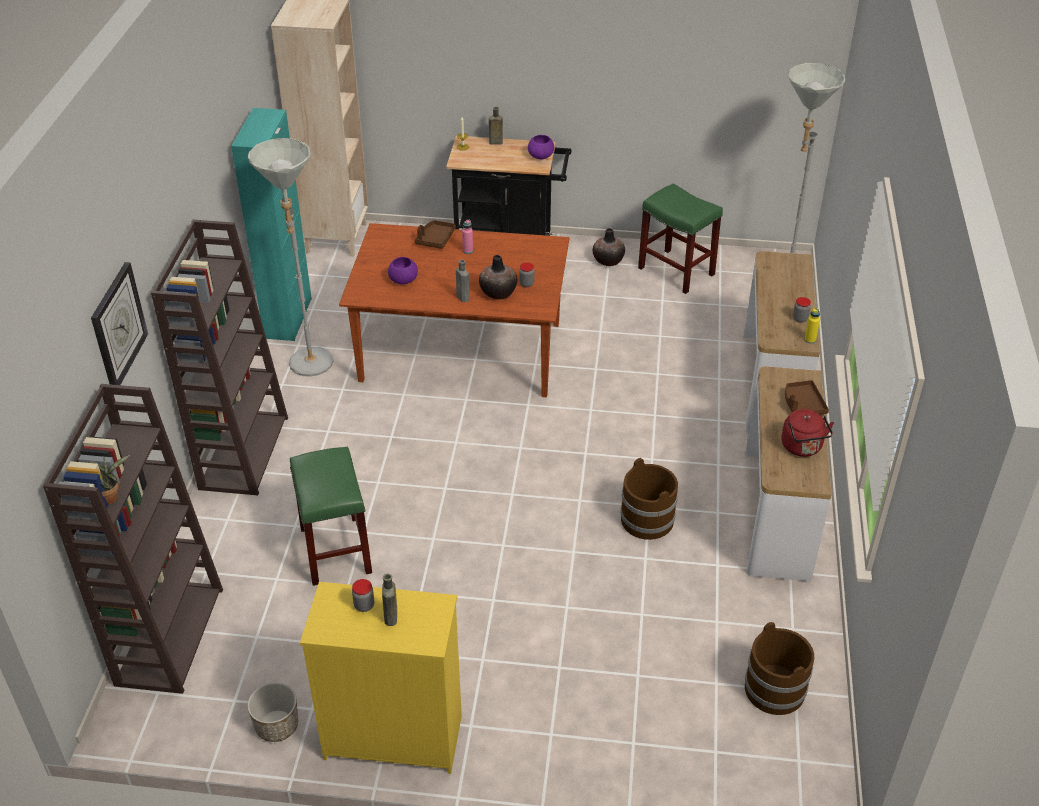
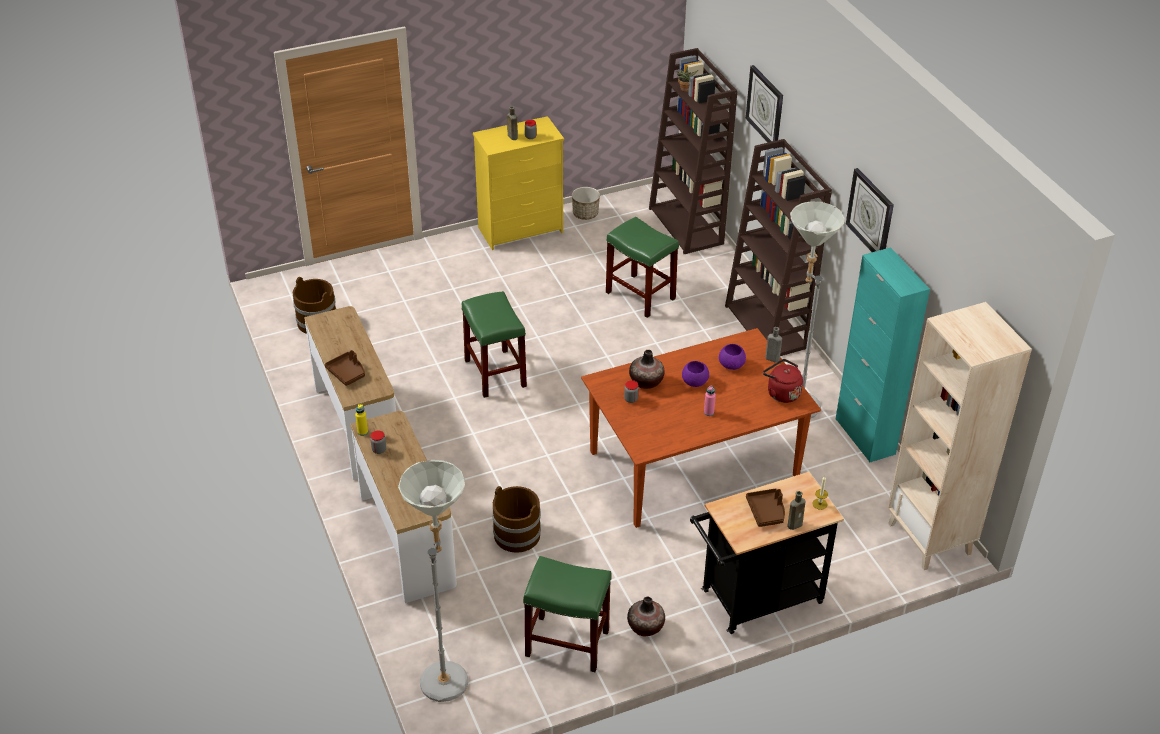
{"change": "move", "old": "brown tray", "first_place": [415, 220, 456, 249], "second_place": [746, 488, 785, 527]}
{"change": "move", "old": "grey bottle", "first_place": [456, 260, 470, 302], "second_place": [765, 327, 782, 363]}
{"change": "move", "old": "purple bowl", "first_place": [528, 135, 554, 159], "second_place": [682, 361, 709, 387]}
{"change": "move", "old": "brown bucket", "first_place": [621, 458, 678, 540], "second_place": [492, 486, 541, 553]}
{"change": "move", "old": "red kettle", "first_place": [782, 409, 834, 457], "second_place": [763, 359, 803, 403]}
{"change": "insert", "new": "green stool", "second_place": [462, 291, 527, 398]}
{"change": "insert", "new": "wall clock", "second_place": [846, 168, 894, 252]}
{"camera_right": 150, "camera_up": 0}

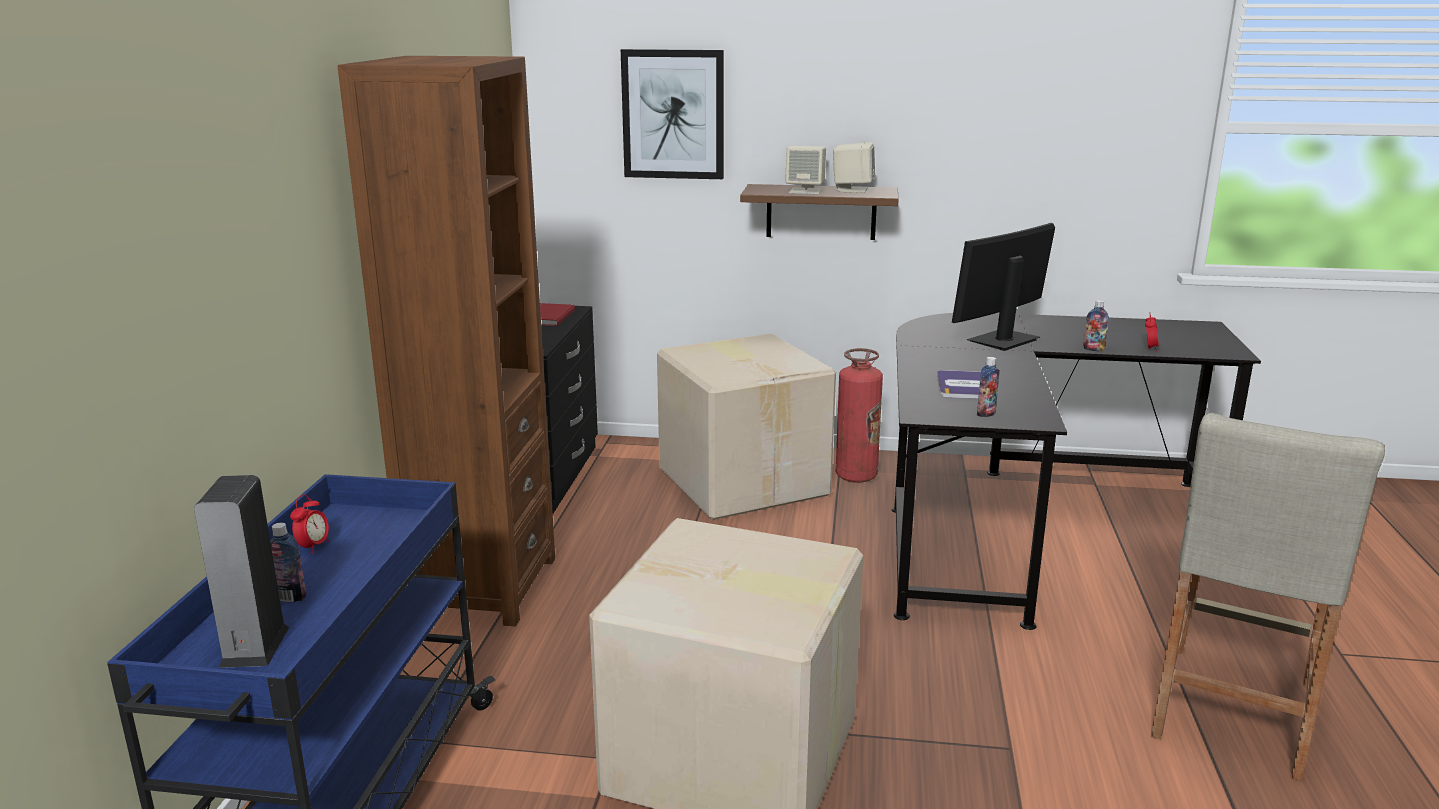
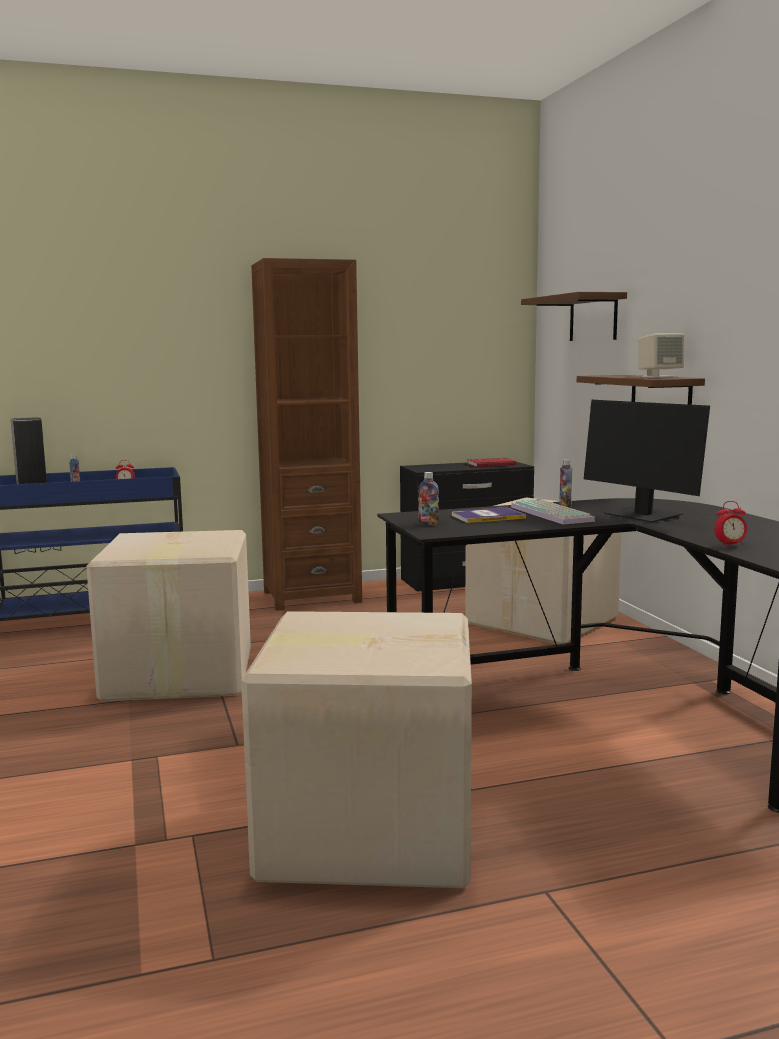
{"change": "replace", "old": "picture", "new": "brown shelf", "first_place": [621, 49, 724, 179], "second_place": [521, 292, 627, 341]}
{"change": "delete", "old": "beige speaker", "first_place": [785, 146, 826, 194]}
{"change": "delete", "old": "fire extinguisher", "first_place": [836, 348, 883, 483]}
{"change": "rotate", "old": "monitor", "first_place": [952, 223, 1055, 351], "second_place": [584, 400, 710, 523], "degrees": -150}
{"change": "move", "old": "bottle", "first_place": [1083, 300, 1109, 351], "second_place": [559, 459, 572, 508]}
{"change": "replace", "old": "beige stool", "new": "cardboard box", "first_place": [1151, 413, 1385, 782], "second_place": [241, 611, 472, 888]}
{"change": "insert", "new": "keyboard", "second_place": [511, 499, 595, 525]}
{"camera_right": 65, "camera_up": -10}

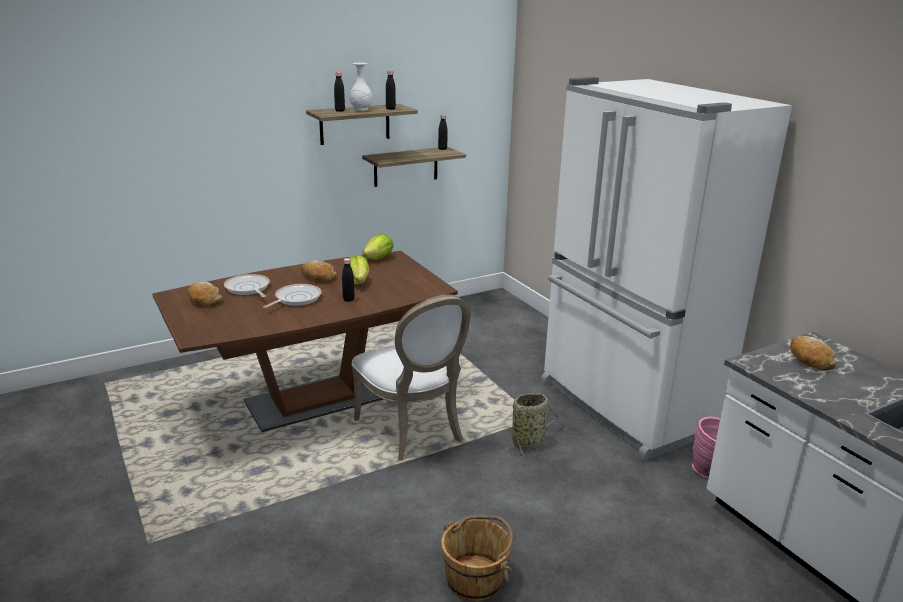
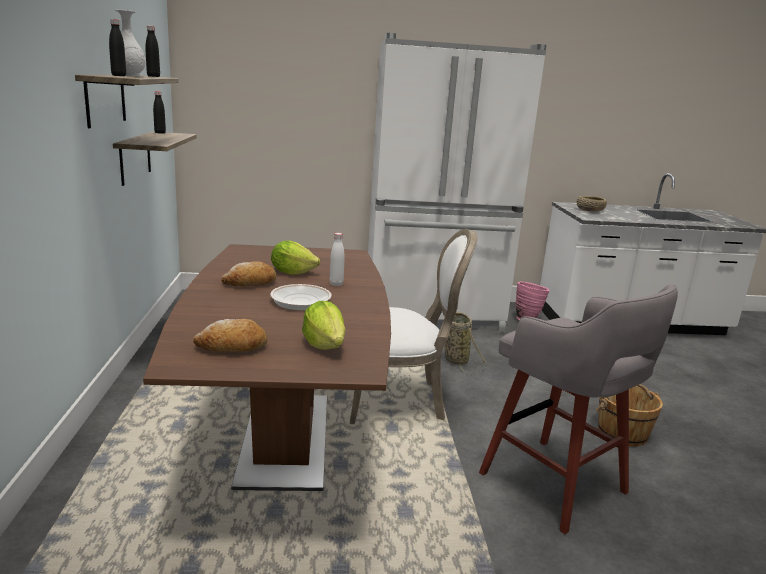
{"change": "delete", "old": "frying pan", "first_place": [224, 274, 270, 298]}
{"change": "recolor", "old": "black bottle", "new": "white bottle", "first_place": [342, 258, 355, 302], "second_place": [330, 233, 345, 286]}
{"change": "move", "old": "lettuce", "first_place": [362, 234, 393, 259], "second_place": [302, 301, 346, 350]}
{"change": "replace", "old": "bread", "new": "beige bowl", "first_place": [790, 336, 837, 371], "second_place": [576, 196, 607, 211]}
{"change": "insert", "new": "grey stool", "second_place": [479, 284, 678, 534]}
{"camera_right": -65, "camera_up": -5}

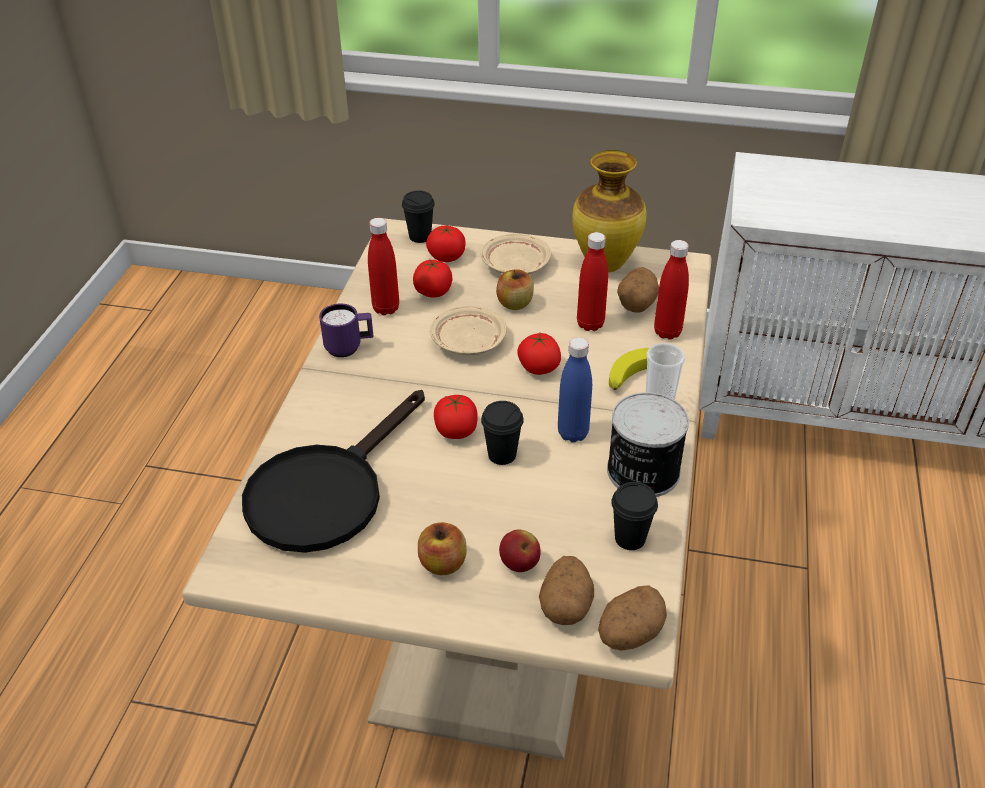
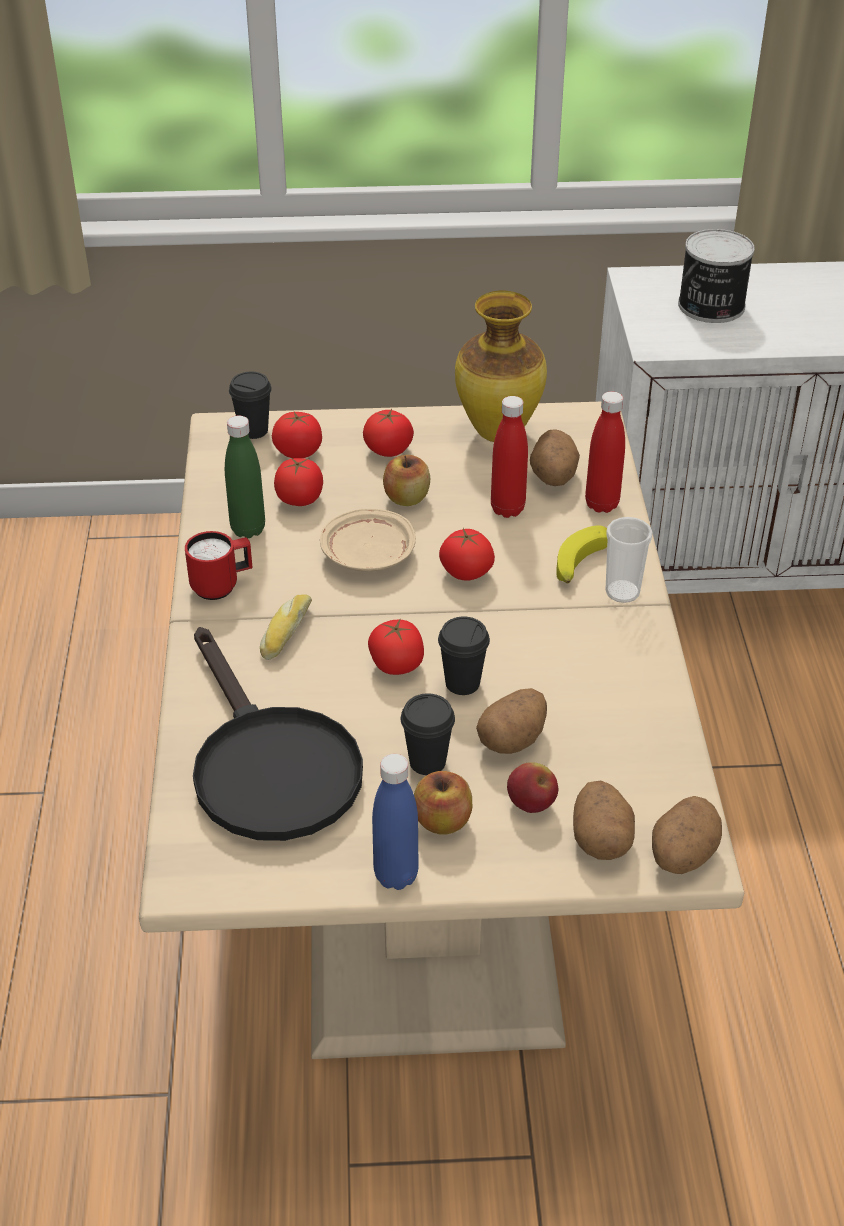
{"change": "rotate", "old": "black frying pan", "first_place": [242, 390, 425, 553], "second_place": [193, 627, 363, 841], "degrees": -45}
{"change": "recolor", "old": "purple mug", "new": "red mug", "first_place": [319, 303, 373, 357], "second_place": [185, 531, 253, 600]}
{"change": "recolor", "old": "red bottle", "new": "green bottle", "first_place": [368, 218, 399, 315], "second_place": [225, 416, 265, 538]}
{"change": "replace", "old": "beige plate", "new": "tomato", "first_place": [481, 234, 551, 274], "second_place": [363, 409, 414, 457]}
{"change": "move", "old": "blue bottle", "first_place": [558, 337, 592, 443], "second_place": [372, 754, 419, 890]}
{"change": "move", "old": "can", "first_place": [607, 392, 689, 497], "second_place": [678, 229, 755, 323]}
{"change": "move", "old": "black cup", "first_place": [611, 482, 658, 550], "second_place": [401, 693, 455, 775]}
{"change": "insert", "new": "bread", "second_place": [260, 594, 312, 660]}
{"change": "insert", "new": "potato", "second_place": [476, 688, 547, 754]}
{"camera_right": -15, "camera_up": 0}

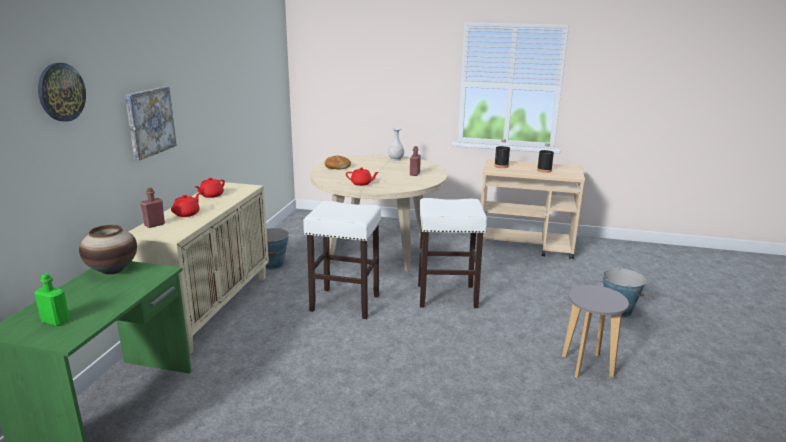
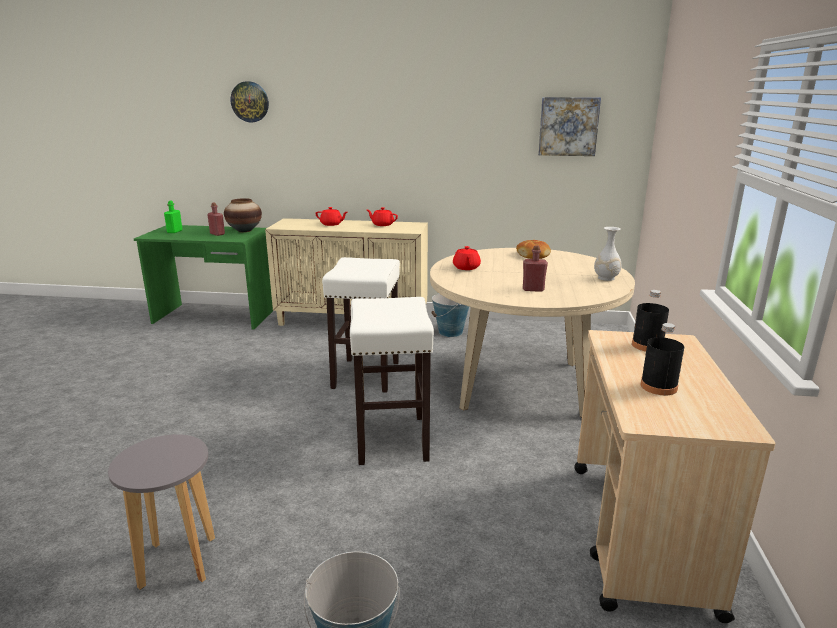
{"change": "move", "old": "picture", "first_place": [125, 86, 177, 161], "second_place": [538, 97, 601, 156]}
{"change": "move", "old": "red bottle", "first_place": [140, 188, 165, 228], "second_place": [207, 203, 225, 236]}
{"camera_right": 85, "camera_up": 0}

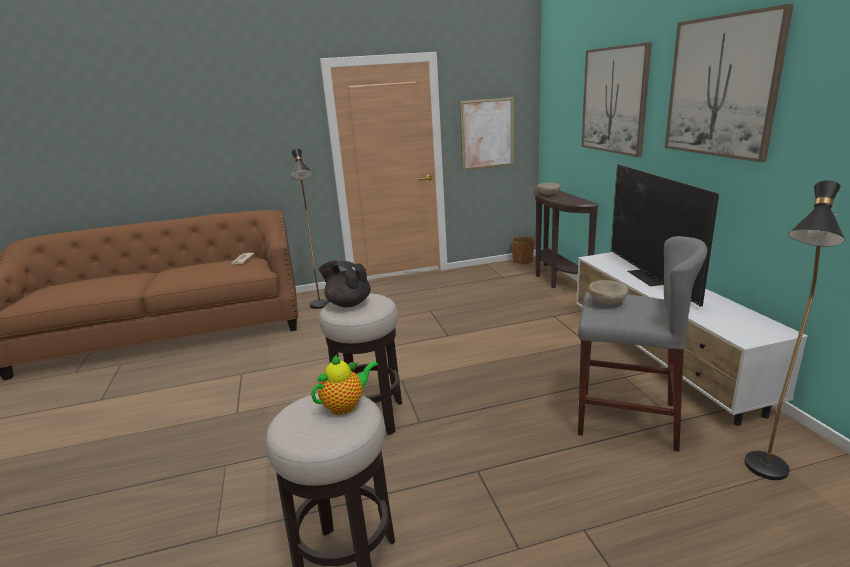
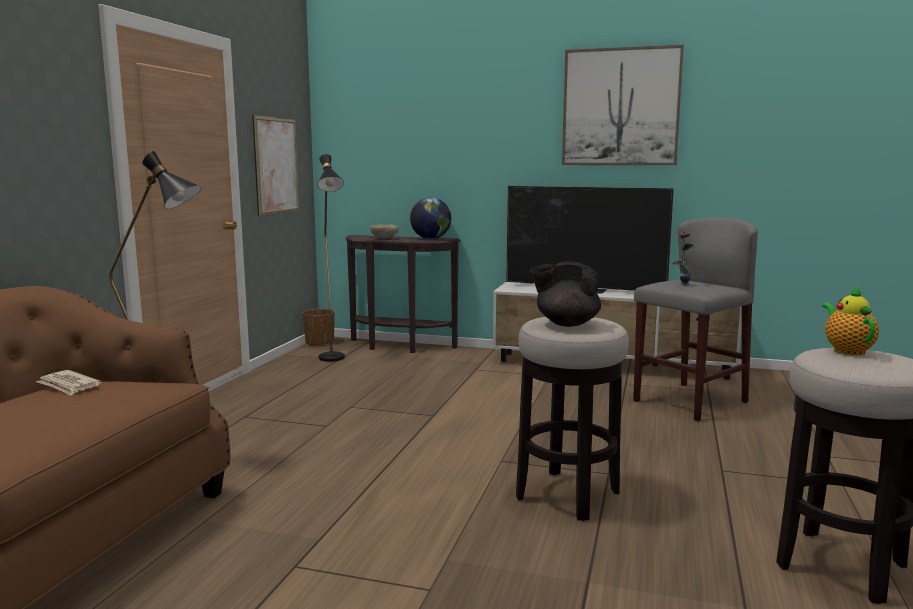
{"change": "rotate", "old": "black teapot", "first_place": [319, 261, 371, 307], "second_place": [530, 261, 601, 327], "degrees": 45}
{"change": "delete", "old": "picture", "first_place": [581, 42, 652, 157]}
{"change": "replace", "old": "beige bowl", "new": "vase", "first_place": [588, 280, 629, 305], "second_place": [673, 232, 694, 285]}
{"change": "move", "old": "black floor lamp", "first_place": [744, 180, 845, 480], "second_place": [317, 154, 345, 362]}
{"change": "insert", "new": "globe", "second_place": [410, 198, 451, 239]}
{"camera_right": -60, "camera_up": -10}

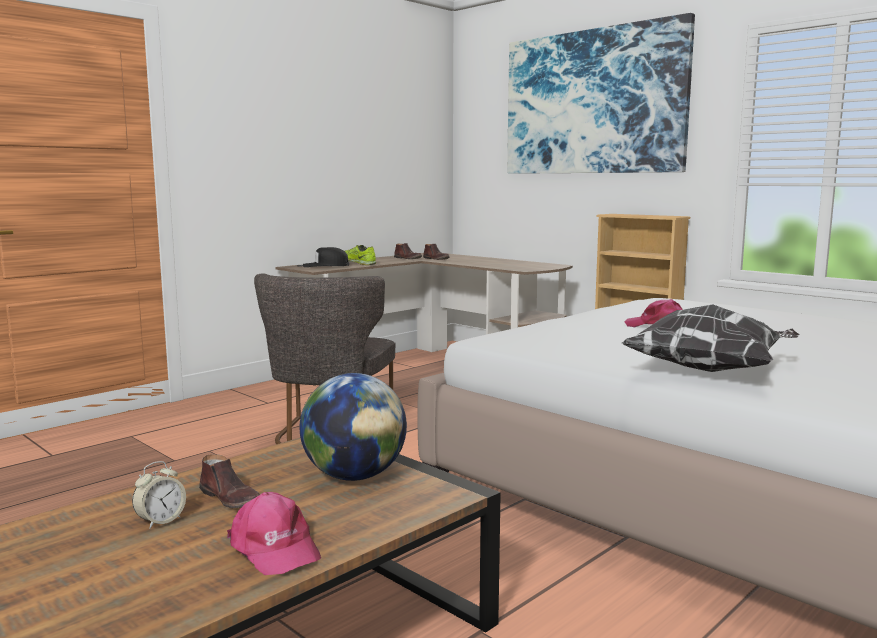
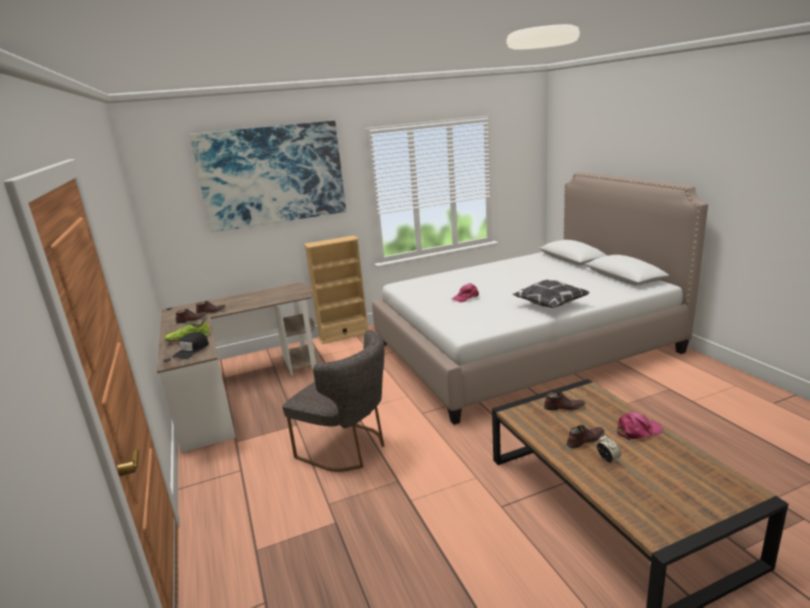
{"change": "replace", "old": "globe", "new": "brown shoe", "first_place": [299, 373, 407, 481], "second_place": [544, 392, 586, 410]}
{"camera_right": -65, "camera_up": 10}

